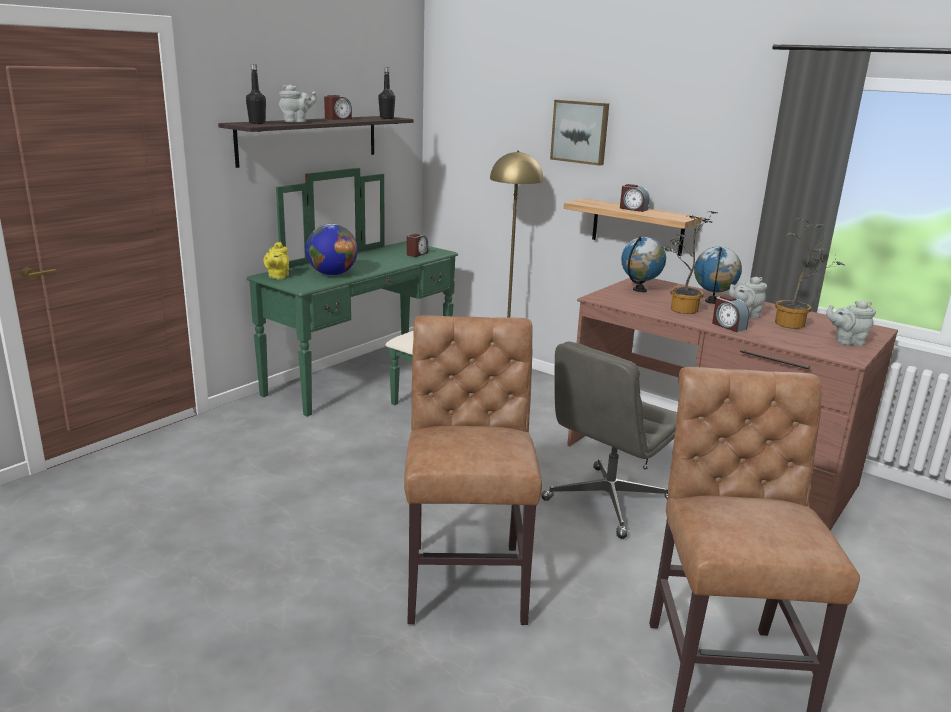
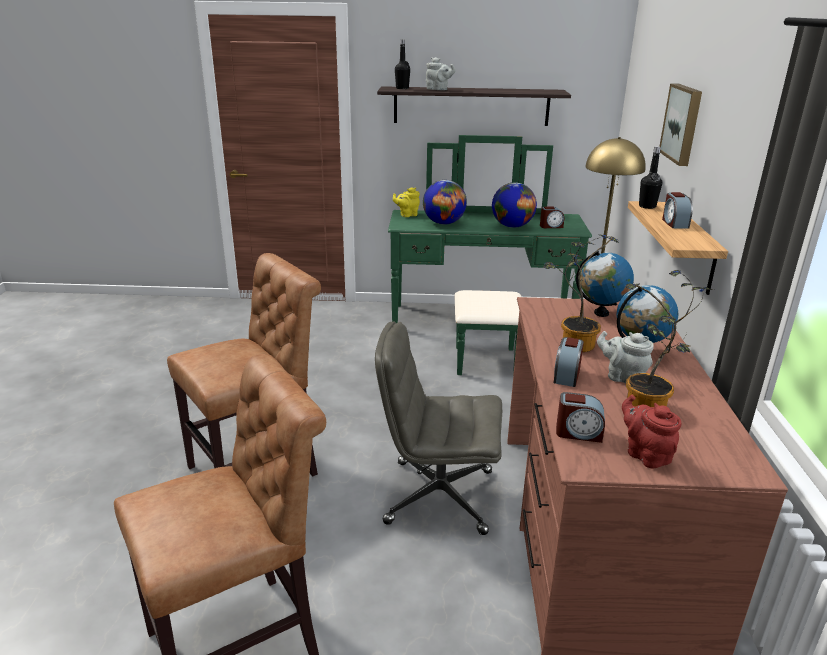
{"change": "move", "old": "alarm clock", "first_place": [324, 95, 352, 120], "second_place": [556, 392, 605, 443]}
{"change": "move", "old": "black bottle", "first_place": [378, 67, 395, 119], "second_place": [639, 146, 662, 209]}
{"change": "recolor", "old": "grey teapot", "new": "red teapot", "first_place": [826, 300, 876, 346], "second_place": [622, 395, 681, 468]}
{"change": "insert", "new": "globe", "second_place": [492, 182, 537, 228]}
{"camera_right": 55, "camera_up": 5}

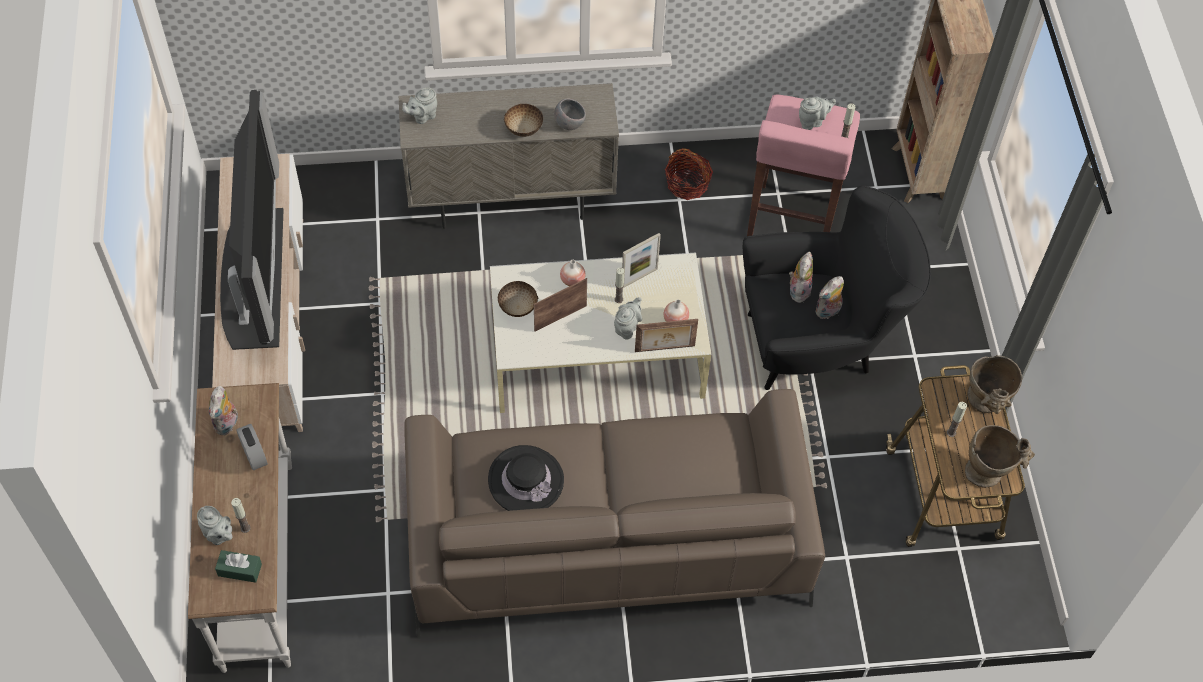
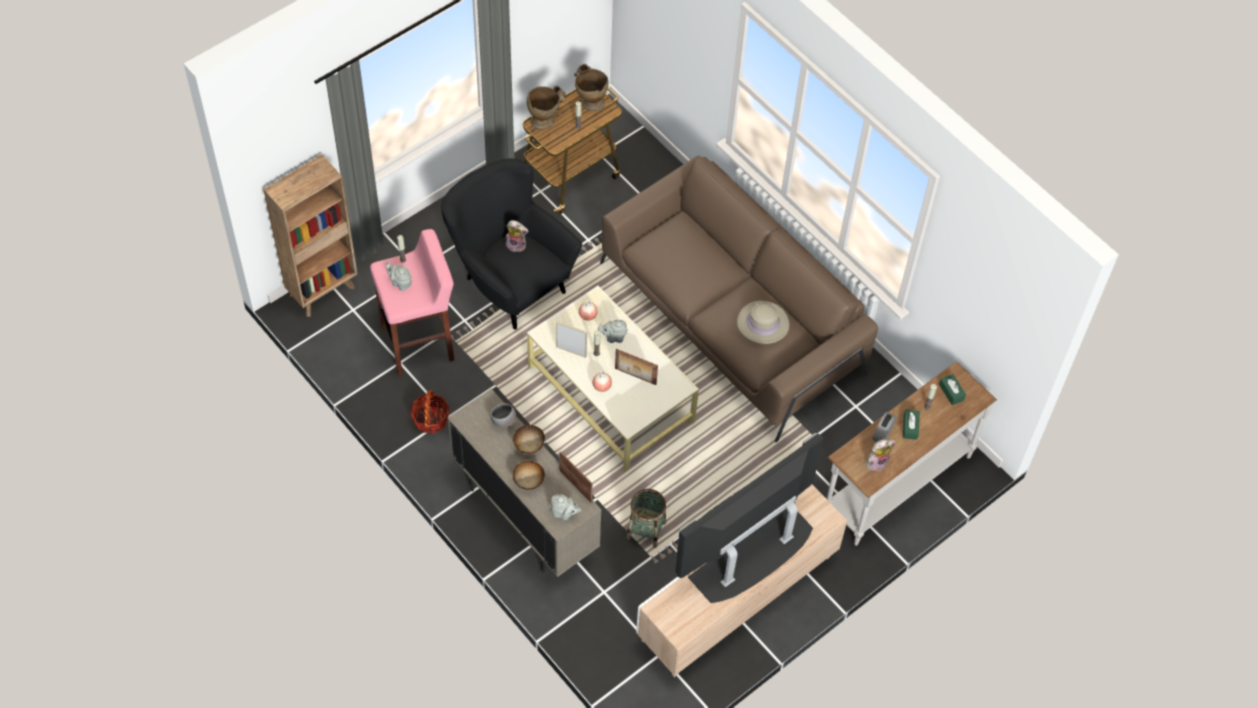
{"change": "delete", "old": "grey teapot", "first_place": [197, 506, 233, 545]}
{"change": "recolor", "old": "black hat", "new": "beige hat", "first_place": [488, 445, 564, 511], "second_place": [737, 301, 789, 344]}
{"change": "move", "old": "bowl", "first_place": [498, 281, 538, 317], "second_place": [513, 461, 545, 490]}
{"change": "move", "old": "picture frame", "first_place": [635, 319, 698, 352], "second_place": [560, 452, 592, 503]}
{"change": "delete", "old": "plush toy", "first_place": [789, 252, 813, 304]}
{"change": "insert", "new": "basket", "second_place": [626, 489, 666, 548]}
{"change": "insert", "new": "green tissue box", "second_place": [903, 410, 920, 440]}
{"camera_right": -125, "camera_up": 0}

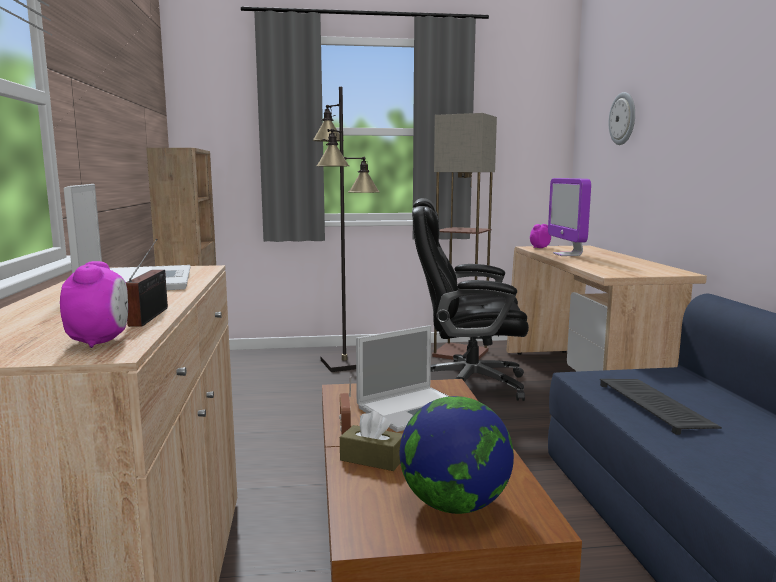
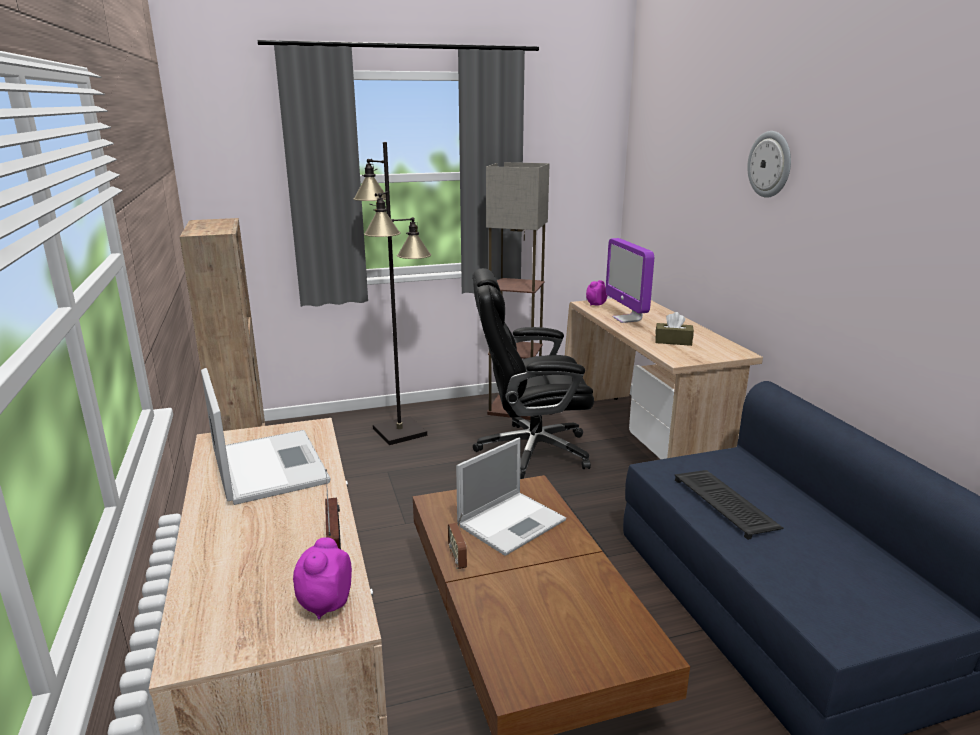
{"change": "rotate", "old": "alarm clock", "first_place": [60, 261, 128, 348], "second_place": [293, 537, 352, 619], "degrees": -150}
{"change": "move", "old": "brown tissue box", "first_place": [340, 411, 403, 471], "second_place": [655, 312, 694, 346]}
{"change": "delete", "old": "globe", "first_place": [400, 396, 514, 514]}
{"change": "move", "old": "wall clock", "first_place": [609, 92, 635, 145], "second_place": [747, 131, 791, 198]}
{"camera_right": -10, "camera_up": 10}

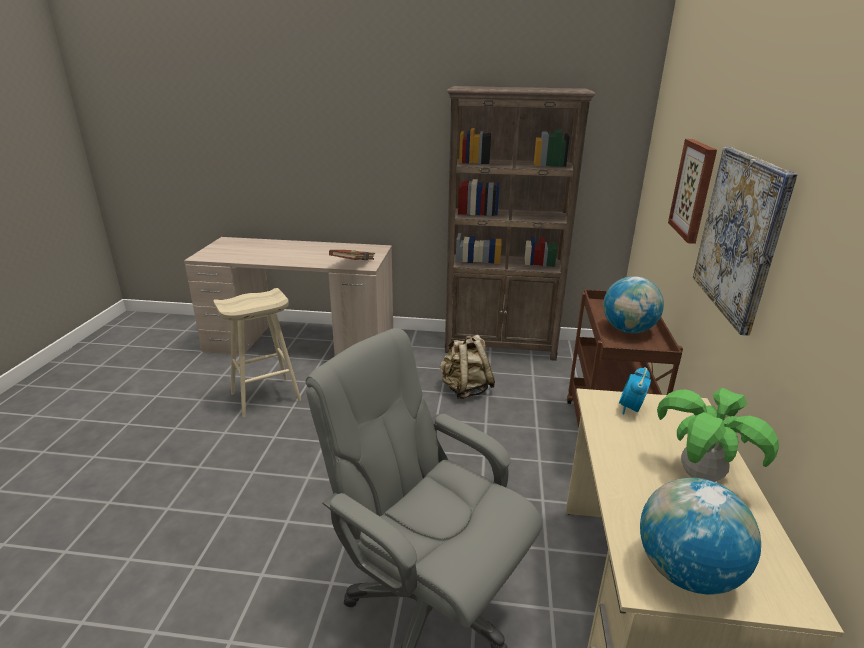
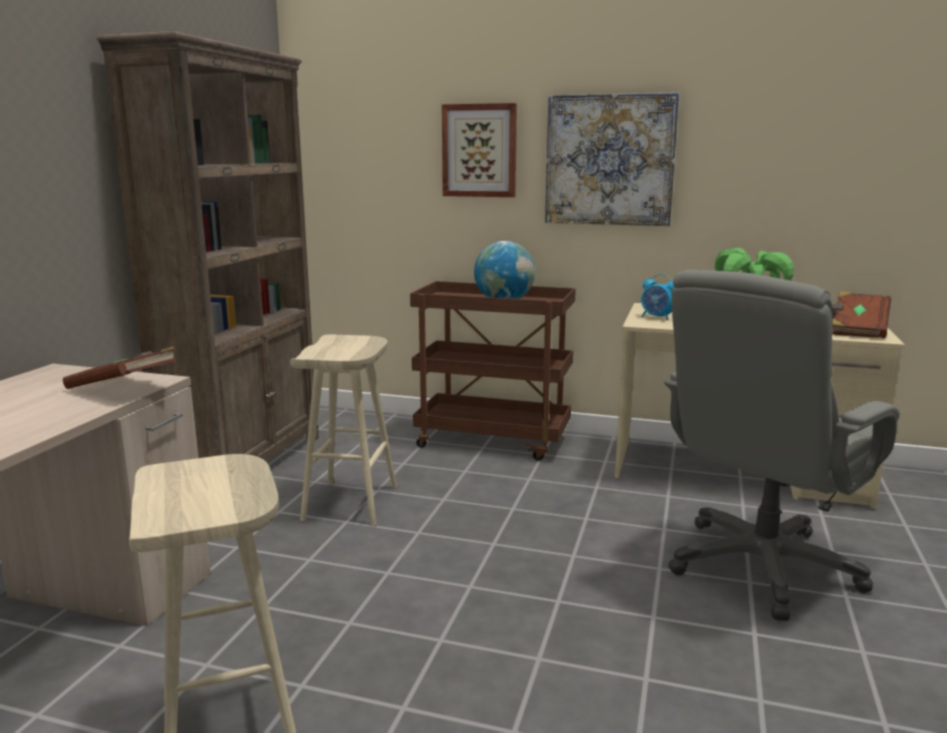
{"change": "replace", "old": "beige backpack", "new": "beige stool", "first_place": [440, 335, 495, 399], "second_place": [290, 335, 397, 526]}
{"change": "replace", "old": "globe", "new": "brown book", "first_place": [640, 478, 761, 595], "second_place": [832, 291, 891, 338]}
{"camera_right": -80, "camera_up": -10}

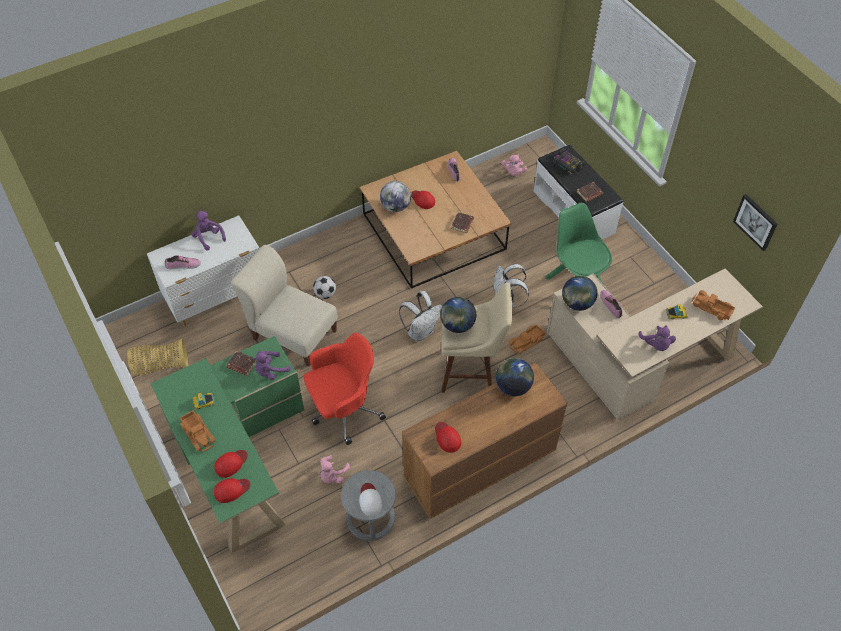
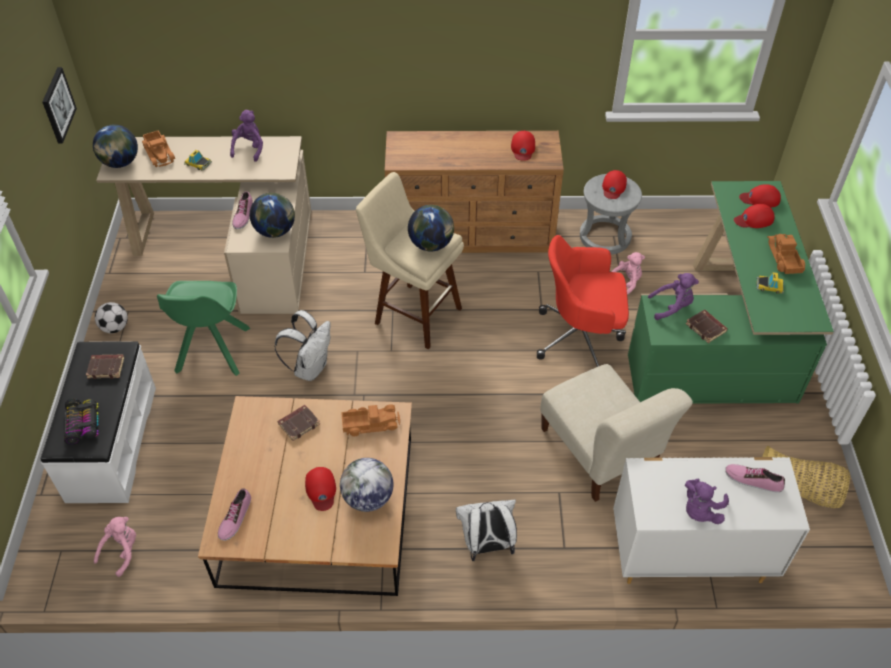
{"change": "rotate", "old": "purple plush toy", "first_place": [191, 210, 226, 251], "second_place": [685, 479, 729, 524], "degrees": 45}
{"change": "move", "old": "football", "first_place": [313, 276, 336, 299], "second_place": [95, 302, 128, 333]}
{"change": "recolor", "old": "white cap", "new": "red cap", "first_place": [359, 483, 382, 516], "second_place": [602, 170, 627, 199]}
{"change": "move", "old": "white backpack", "first_place": [399, 291, 442, 341], "second_place": [456, 499, 517, 561]}
{"change": "move", "old": "globe", "first_place": [496, 358, 534, 396], "second_place": [93, 124, 138, 168]}
{"change": "move", "old": "toy truck", "first_place": [508, 324, 545, 354], "second_place": [341, 404, 400, 437]}
{"camera_right": -150, "camera_up": -5}

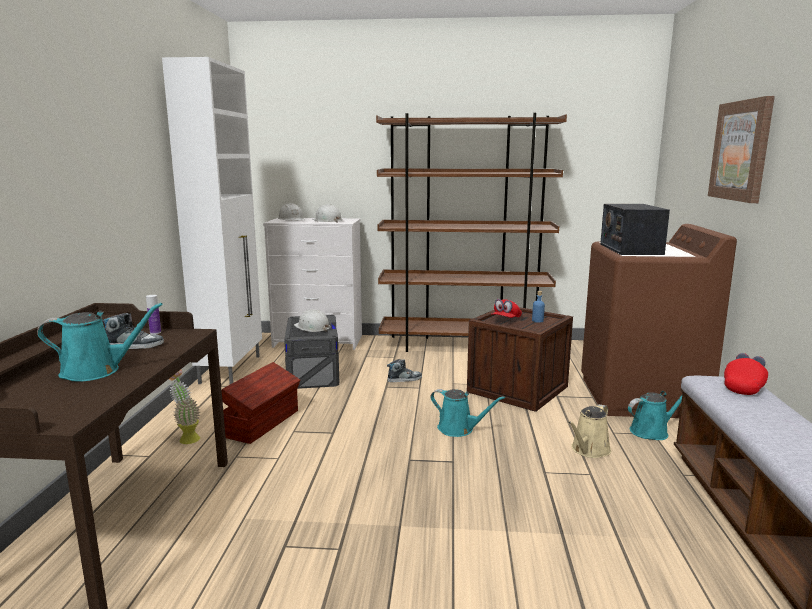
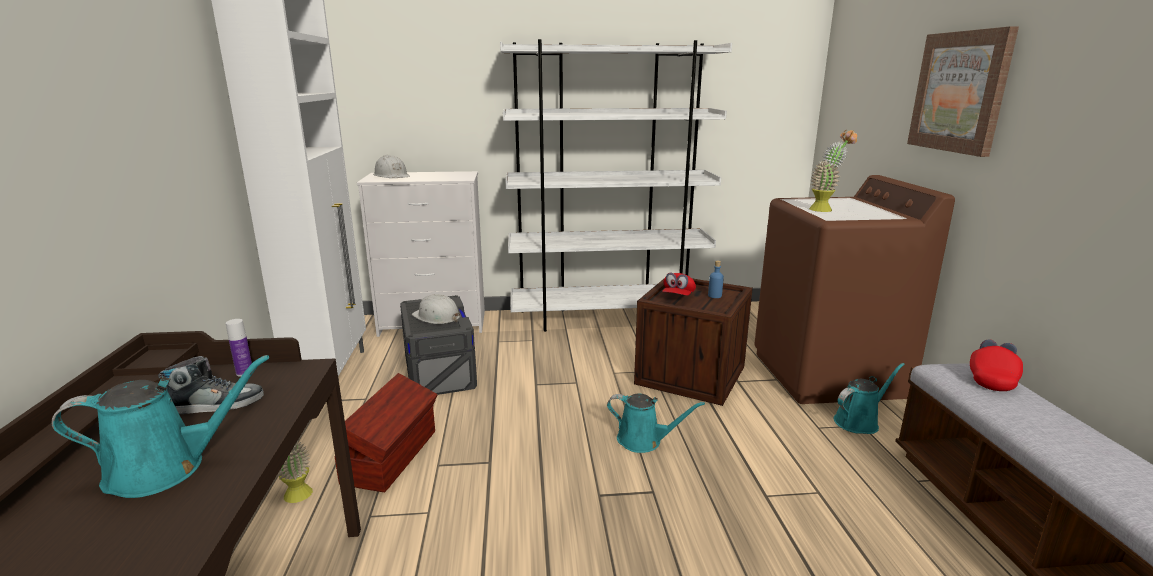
{"change": "delete", "old": "white hard hat", "first_place": [313, 204, 343, 223]}
{"change": "recolor", "old": "brown bookcase", "new": "white bookcase", "first_place": [376, 113, 567, 352], "second_place": [500, 39, 732, 332]}
{"change": "delete", "old": "shoe", "first_place": [387, 359, 422, 382]}
{"change": "delete", "old": "beige watering can", "first_place": [568, 404, 611, 458]}
{"change": "replace", "old": "radio", "new": "potted plant", "first_place": [600, 204, 670, 255], "second_place": [809, 130, 857, 212]}
{"camera_right": -10, "camera_up": 5}

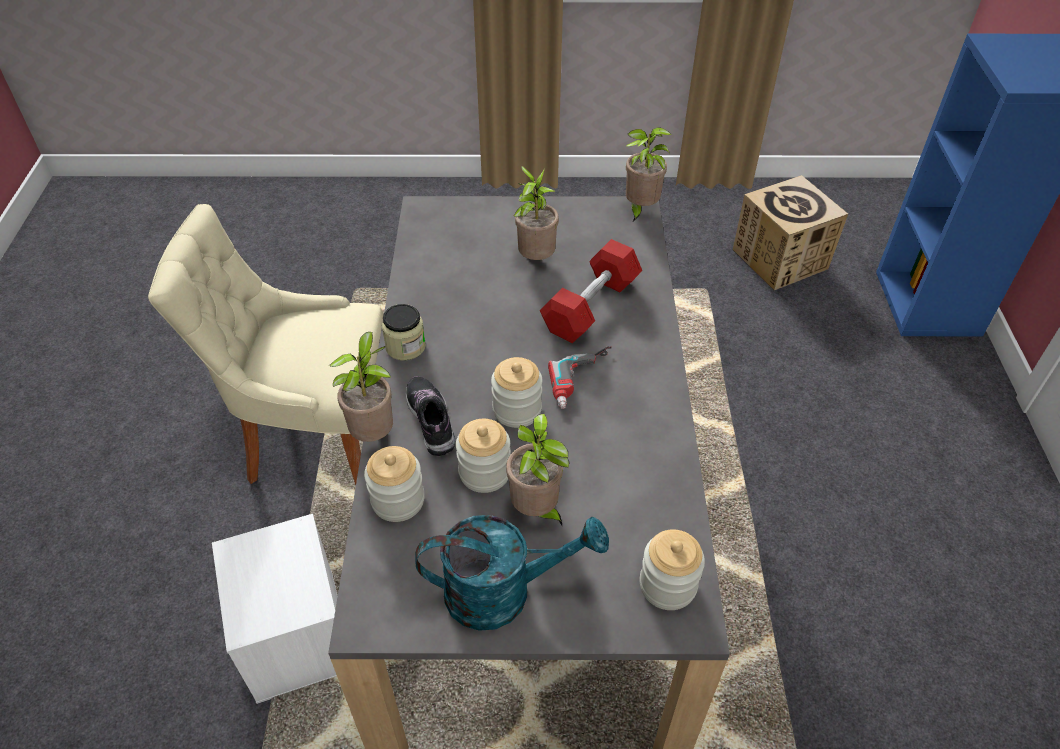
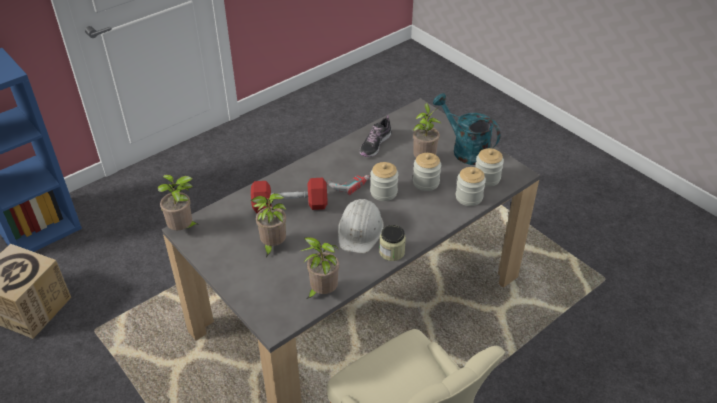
{"change": "delete", "old": "white storage box", "first_place": [212, 514, 338, 704]}
{"change": "move", "old": "potted plant", "first_place": [329, 332, 393, 442], "second_place": [301, 237, 339, 299]}
{"change": "move", "old": "shoe", "first_place": [406, 376, 455, 456], "second_place": [360, 115, 392, 157]}
{"change": "move", "old": "jar", "first_place": [640, 529, 705, 610], "second_place": [476, 148, 504, 187]}
{"change": "insert", "new": "white hard hat", "second_place": [338, 199, 384, 253]}
{"camera_right": -130, "camera_up": -5}

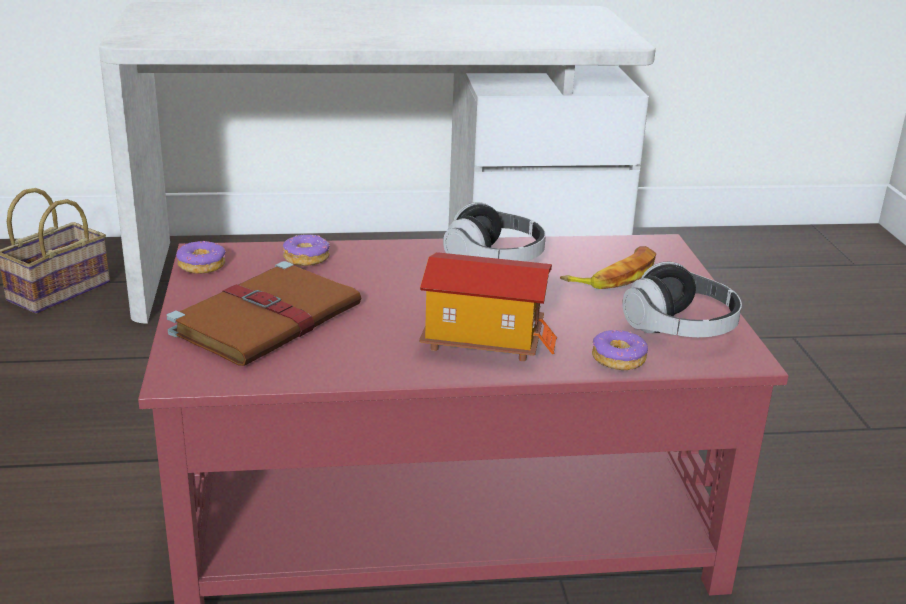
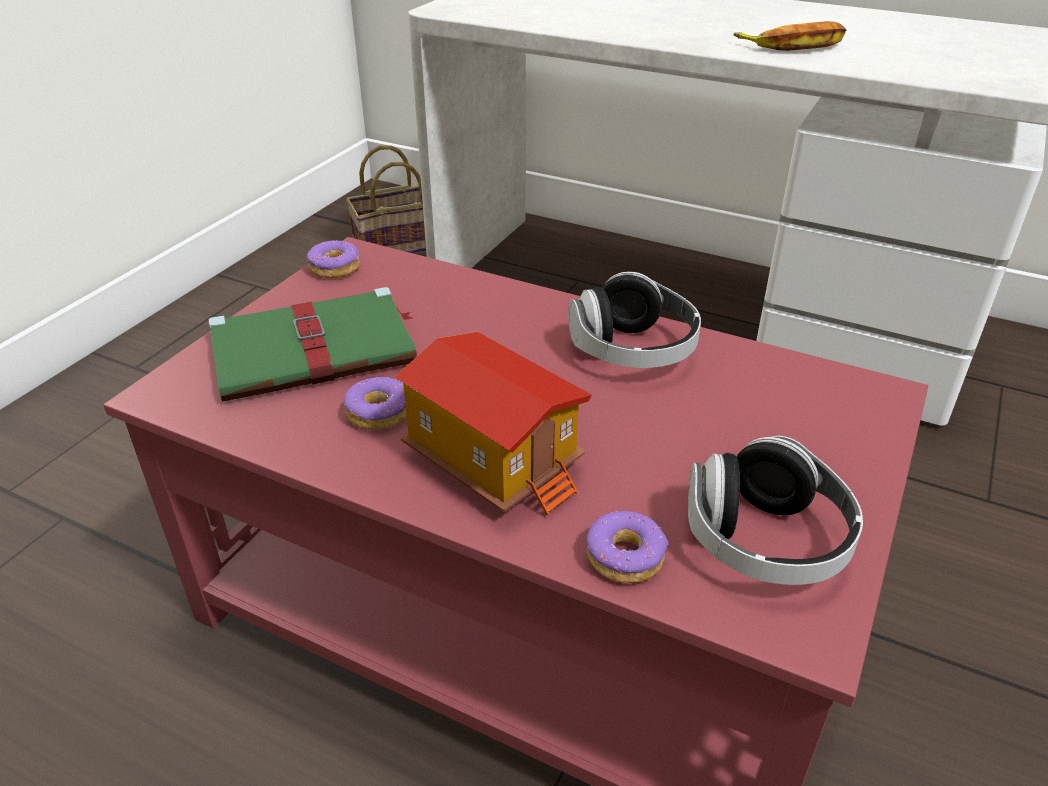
{"change": "recolor", "old": "brown book", "new": "green book", "first_place": [167, 261, 361, 366], "second_place": [209, 287, 417, 402]}
{"change": "move", "old": "donut", "first_place": [283, 235, 330, 266], "second_place": [344, 377, 407, 429]}
{"change": "move", "old": "banana", "first_place": [560, 246, 656, 289], "second_place": [734, 21, 846, 51]}
{"camera_right": 35, "camera_up": 10}

